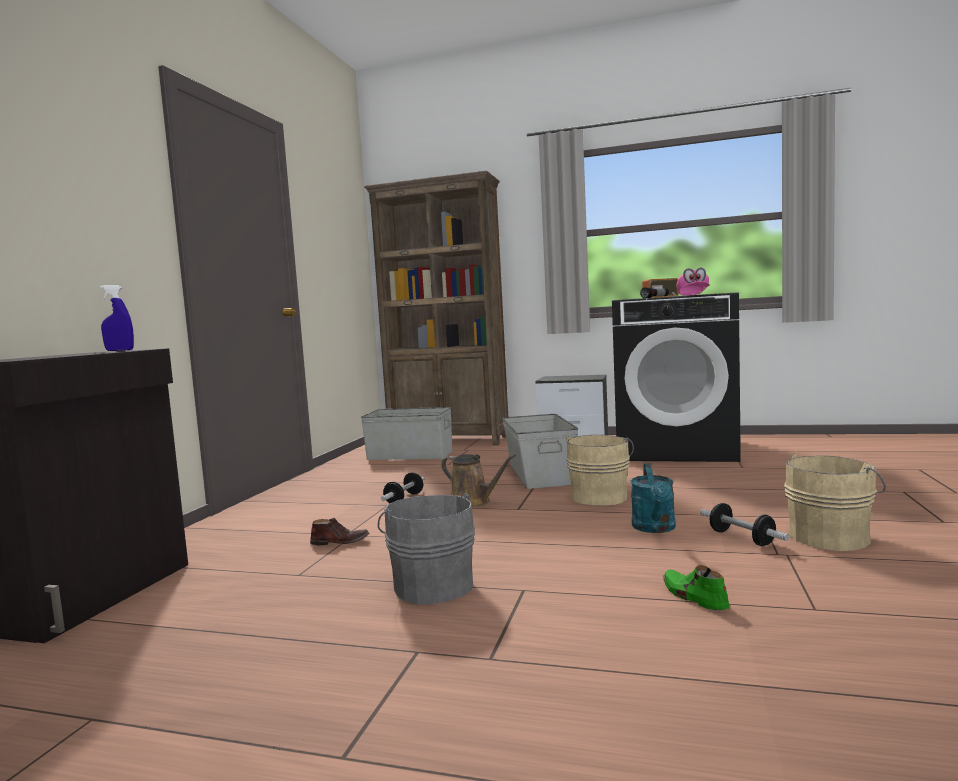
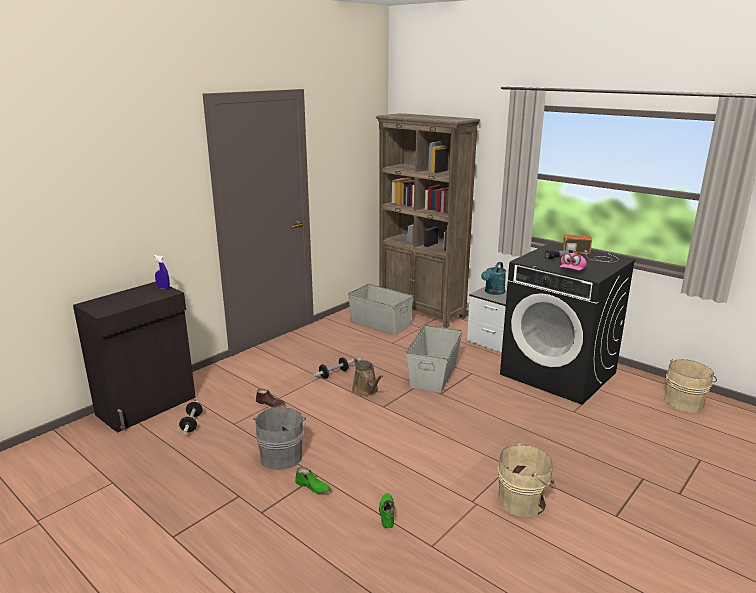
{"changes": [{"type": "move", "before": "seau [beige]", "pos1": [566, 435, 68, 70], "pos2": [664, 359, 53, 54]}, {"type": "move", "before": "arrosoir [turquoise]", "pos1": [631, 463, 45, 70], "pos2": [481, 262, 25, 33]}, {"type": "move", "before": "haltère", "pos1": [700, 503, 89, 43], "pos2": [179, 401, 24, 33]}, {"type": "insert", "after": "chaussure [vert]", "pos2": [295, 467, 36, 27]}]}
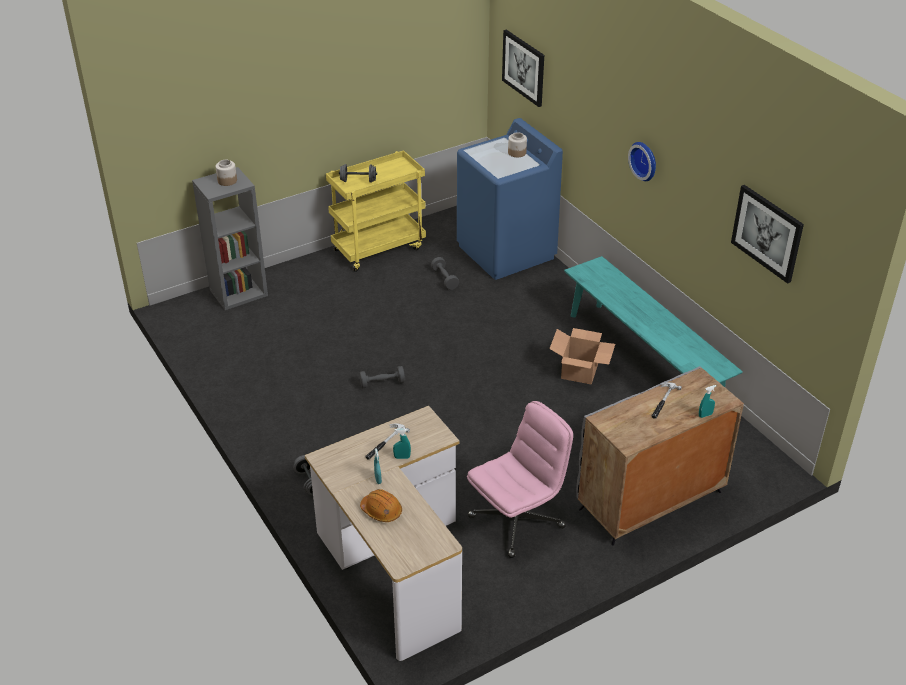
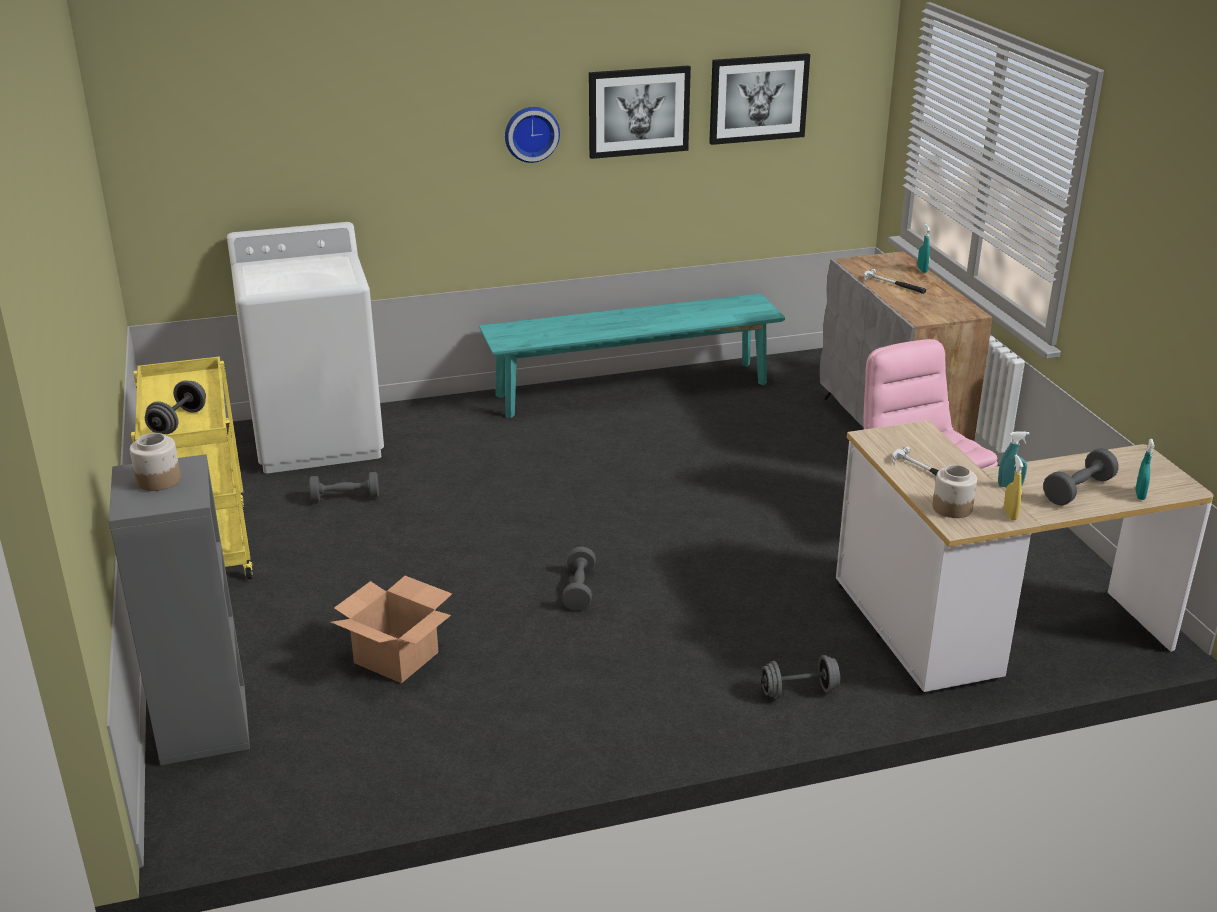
{"changes": [{"type": "move", "before": "tableau", "pos1": [502, 30, 42, 77], "pos2": [589, 65, 102, 94]}, {"type": "recolor", "before": "lave-linge [bleu]", "after": "lave-linge [blanc]", "pos1": [457, 118, 106, 162], "pos2": [227, 222, 157, 251]}, {"type": "move", "before": "bocal", "pos1": [508, 132, 19, 25], "pos2": [933, 465, 44, 53]}, {"type": "move", "before": "carton", "pos1": [549, 328, 66, 57], "pos2": [331, 576, 121, 107]}, {"type": "move", "before": "vaporisateur [turquoise]", "pos1": [393, 429, 18, 30], "pos2": [1135, 439, 19, 61]}, {"type": "replace", "before": "casque de chantier [orange]", "after": "haltère [gris]", "pos1": [360, 489, 42, 33], "pos2": [1043, 448, 76, 58]}, {"type": "insert", "after": "vaporisateur [jaune]", "pos2": [1004, 454, 20, 66]}]}
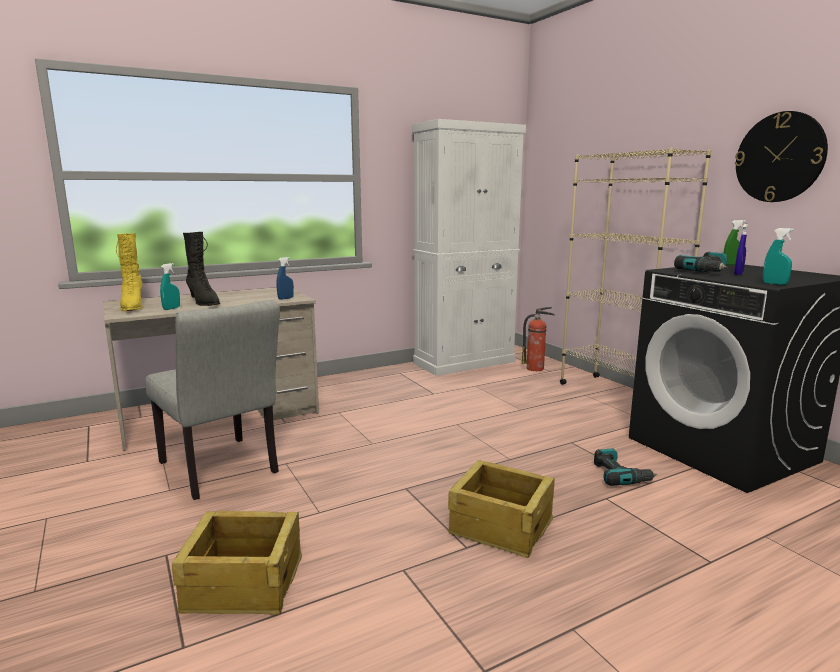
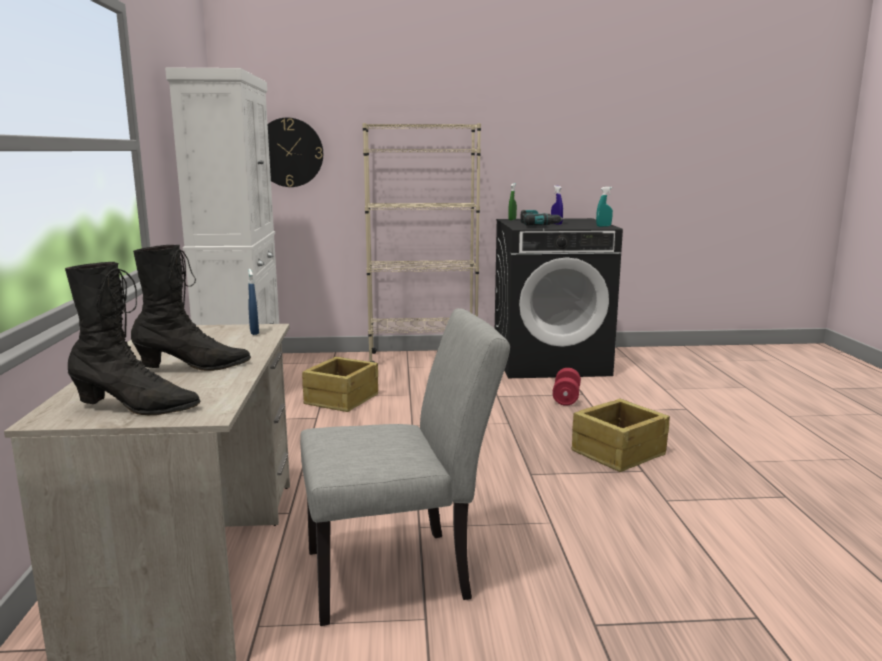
{"changes": [{"type": "move", "before": "horloge murale", "pos1": [735, 111, 93, 91], "pos2": [268, 118, 55, 69]}, {"type": "recolor", "before": "botte [jaune]", "after": "botte [noir]", "pos1": [116, 233, 27, 78], "pos2": [65, 262, 136, 153]}, {"type": "delete", "before": "vaporisateur [turquoise]", "pos1": [160, 263, 20, 47]}, {"type": "delete", "before": "extincteur", "pos1": [522, 307, 33, 64]}, {"type": "replace", "before": "perceuse", "after": "haltère [rouge]", "pos1": [594, 448, 63, 38], "pos2": [552, 368, 29, 38]}, {"type": "move", "before": "caisse", "pos1": [172, 511, 130, 104], "pos2": [302, 356, 76, 56]}]}
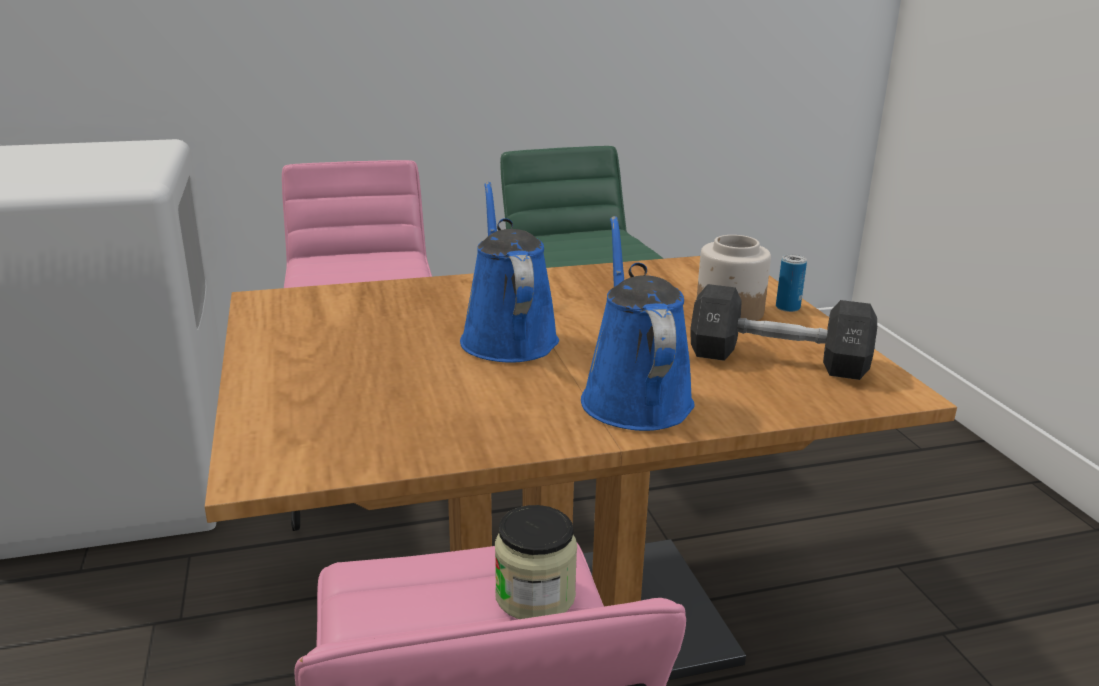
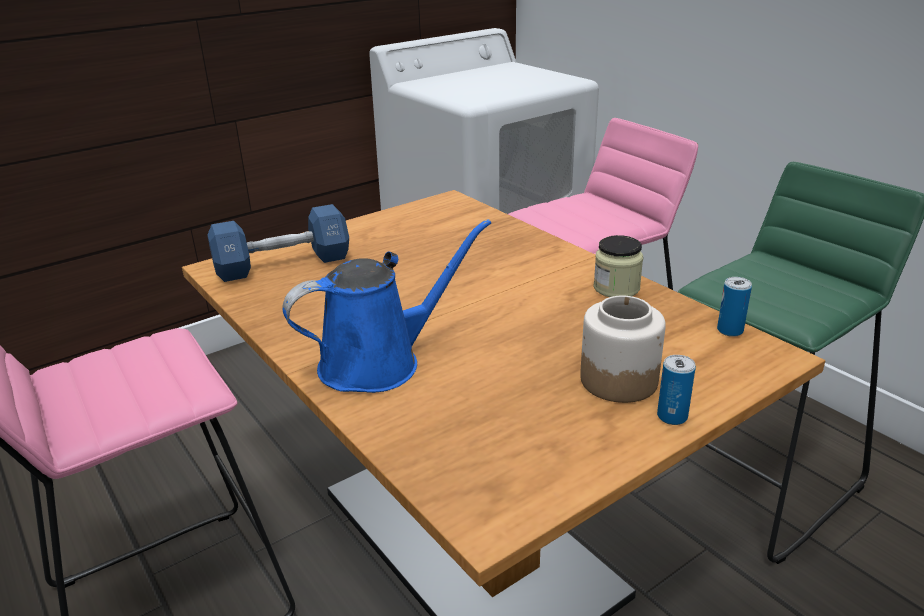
{"changes": [{"type": "delete", "before": "arrosoir [bleu]", "pos1": [460, 182, 99, 181]}, {"type": "delete", "before": "haltère [noir]", "pos1": [690, 284, 187, 96]}, {"type": "move", "before": "bocal", "pos1": [495, 505, 82, 114], "pos2": [594, 235, 49, 62]}, {"type": "insert", "after": "haltère [bleu]", "pos2": [207, 204, 142, 78]}, {"type": "insert", "after": "boîte métallique", "pos2": [717, 277, 35, 60]}]}
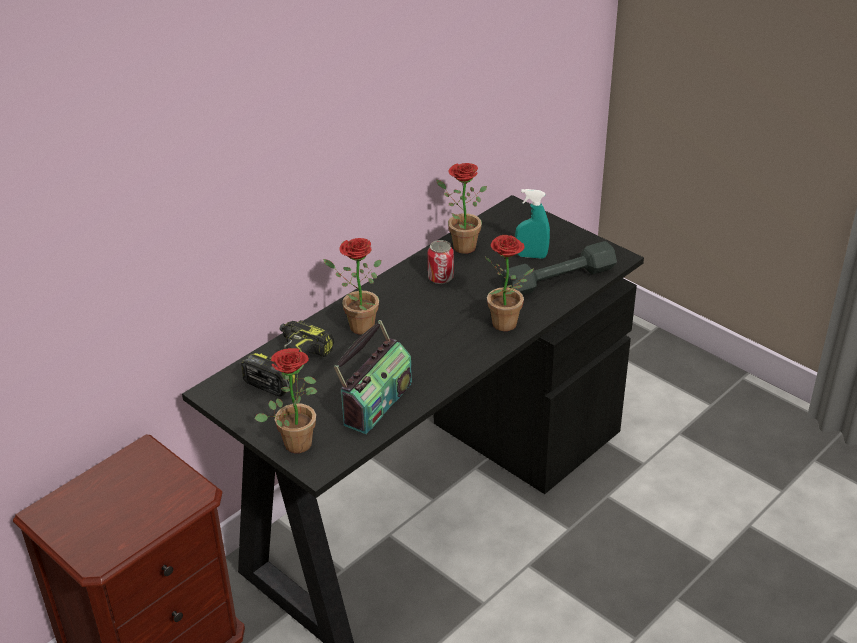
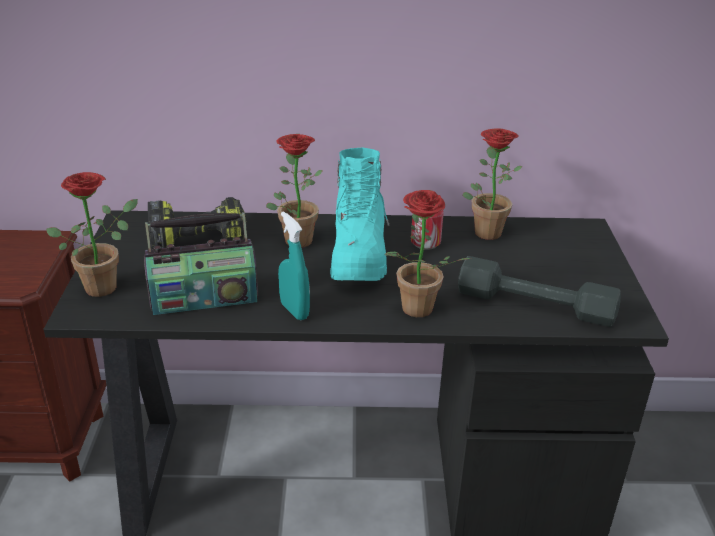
{"changes": [{"type": "move", "before": "vaporisateur [turquoise]", "pos1": [515, 189, 35, 70], "pos2": [278, 211, 32, 109]}, {"type": "insert", "after": "botte [turquoise]", "pos2": [330, 148, 59, 133]}]}
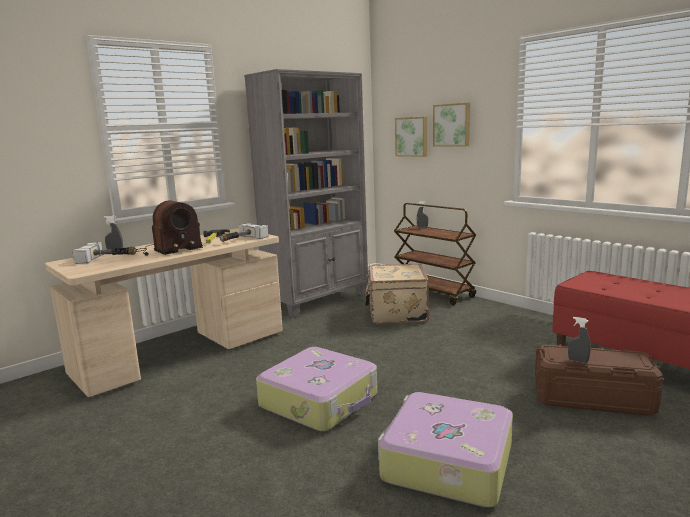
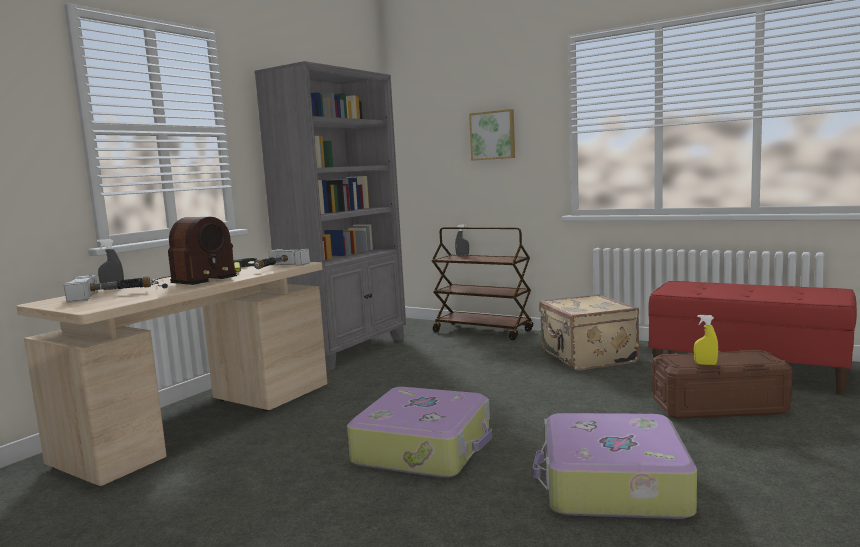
{"changes": [{"type": "delete", "before": "tableau", "pos1": [395, 117, 32, 40]}, {"type": "move", "before": "valise [beige]", "pos1": [365, 263, 64, 61], "pos2": [539, 294, 100, 77]}, {"type": "recolor", "before": "vaporisateur [gris]", "after": "vaporisateur [jaune]", "pos1": [568, 317, 23, 46], "pos2": [694, 315, 24, 50]}]}
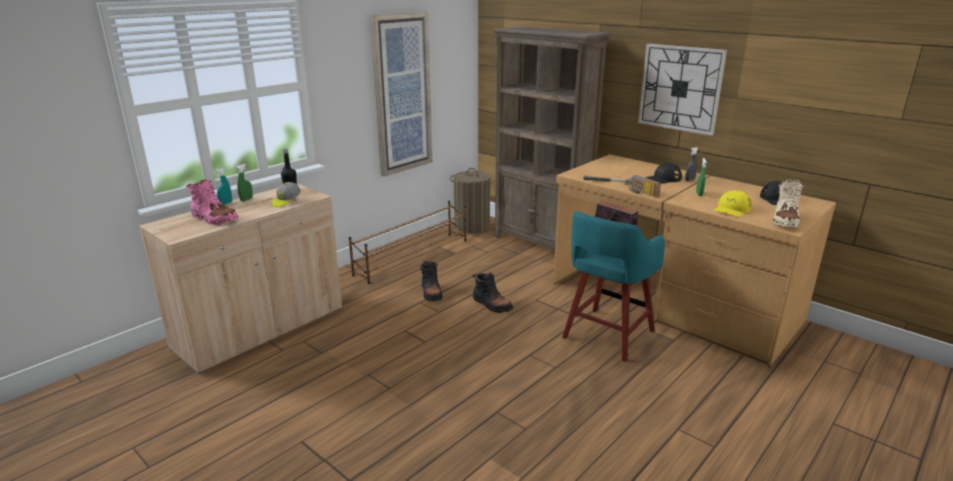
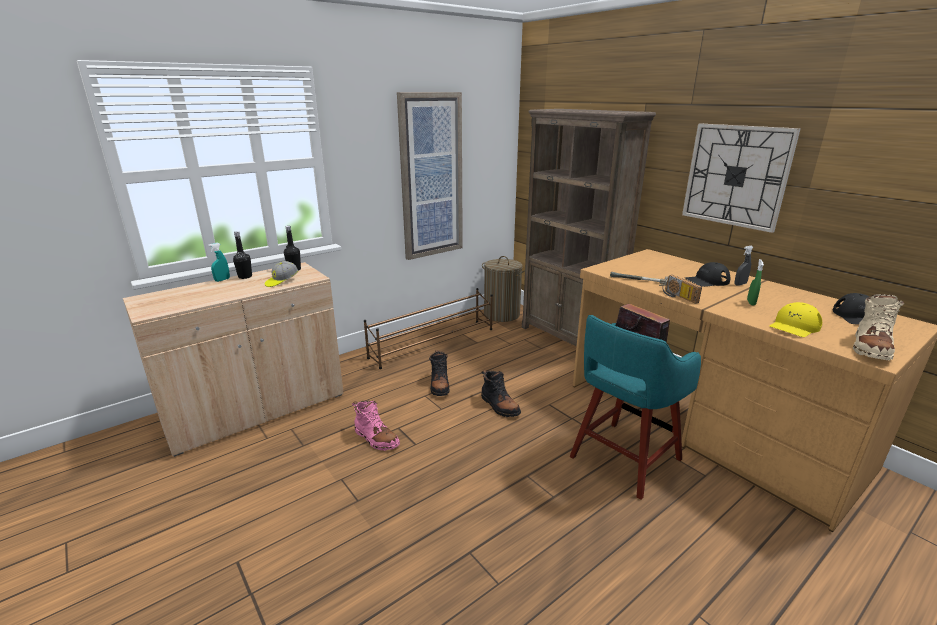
{"changes": [{"type": "replace", "before": "vaporisateur [vert]", "after": "bouteille [noir]", "pos1": [237, 164, 16, 37], "pos2": [233, 231, 19, 48]}, {"type": "move", "before": "botte [rose]", "pos1": [186, 179, 53, 46], "pos2": [352, 401, 48, 50]}]}
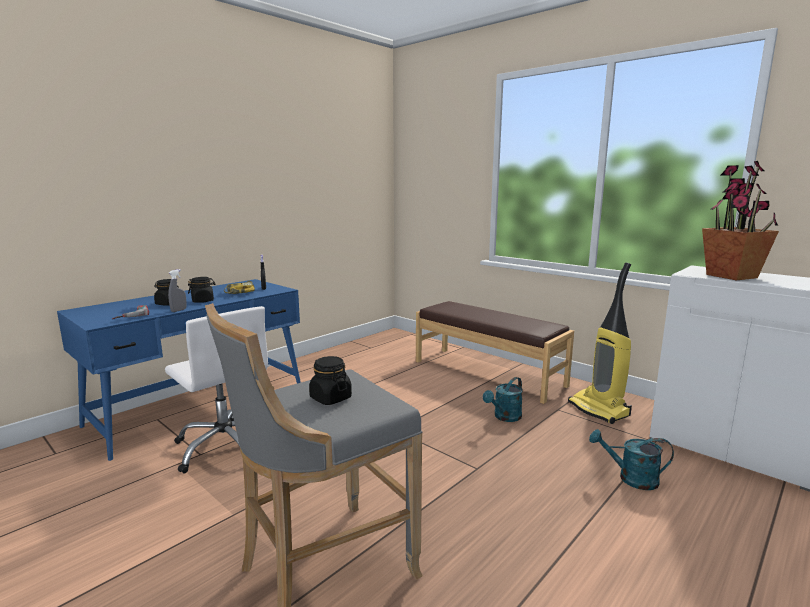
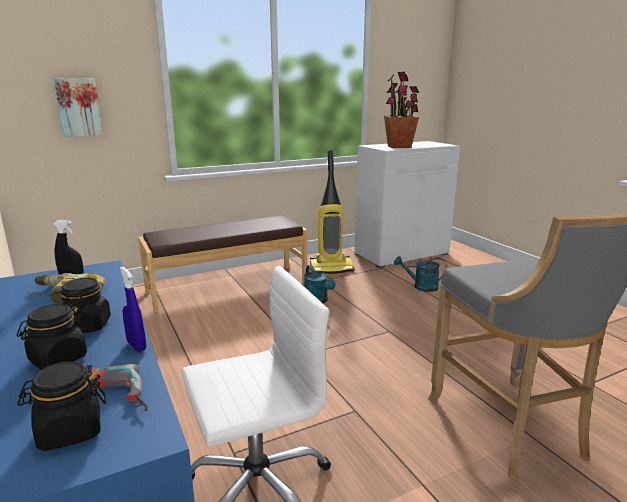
{"changes": [{"type": "recolor", "before": "vaporisateur [gris]", "after": "vaporisateur [bleu]", "pos1": [168, 269, 19, 43], "pos2": [120, 266, 26, 86]}, {"type": "move", "before": "bocal [noir]", "pos1": [309, 356, 43, 49], "pos2": [17, 361, 89, 90]}, {"type": "rotate", "before": "arrosoir [turquoise]", "pos1": [589, 429, 85, 61], "pos2": [394, 256, 52, 36], "turn": 60}, {"type": "insert", "after": "tableau", "pos2": [54, 78, 49, 59]}]}
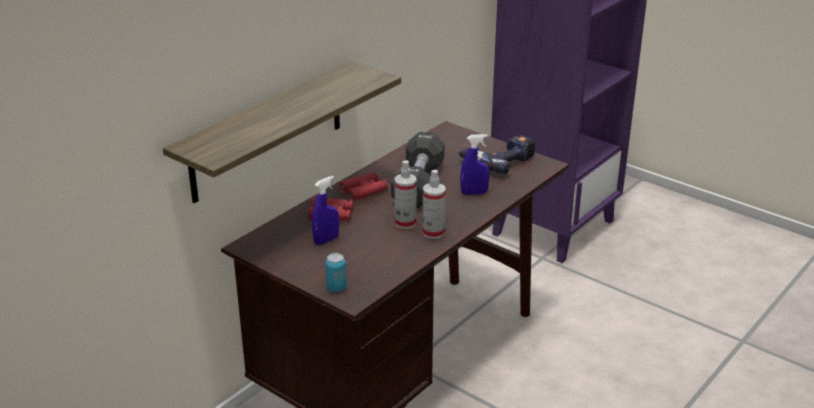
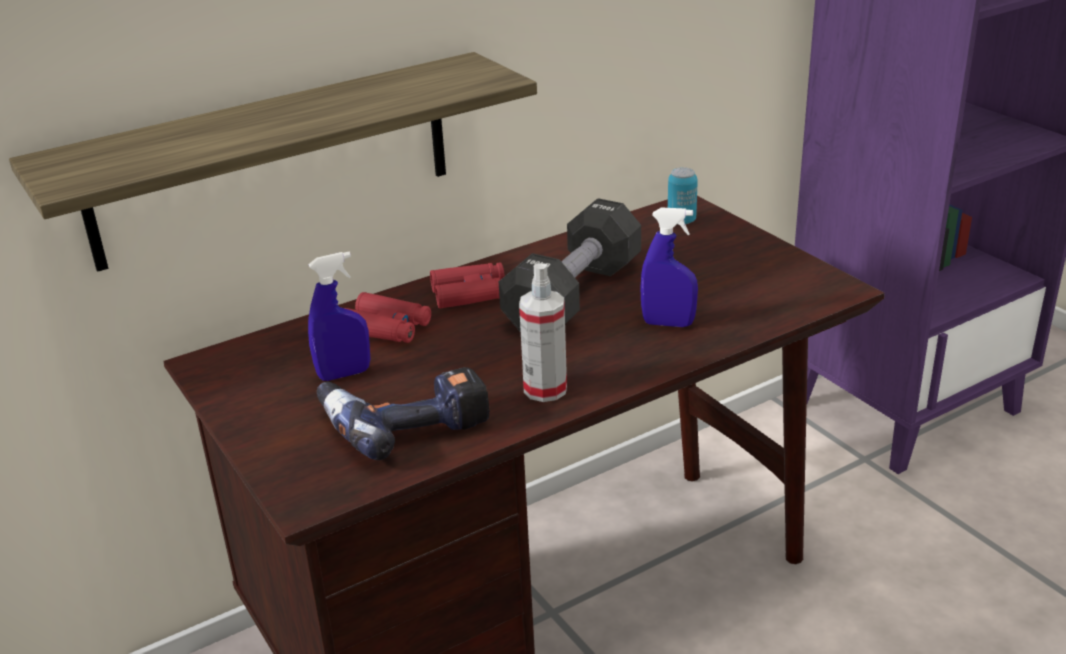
{"changes": [{"type": "move", "before": "perceuse", "pos1": [459, 135, 76, 39], "pos2": [317, 367, 173, 93]}, {"type": "delete", "before": "vaporisateur", "pos1": [395, 160, 22, 69]}, {"type": "move", "before": "boîte métallique", "pos1": [325, 253, 22, 39], "pos2": [668, 167, 30, 57]}]}
